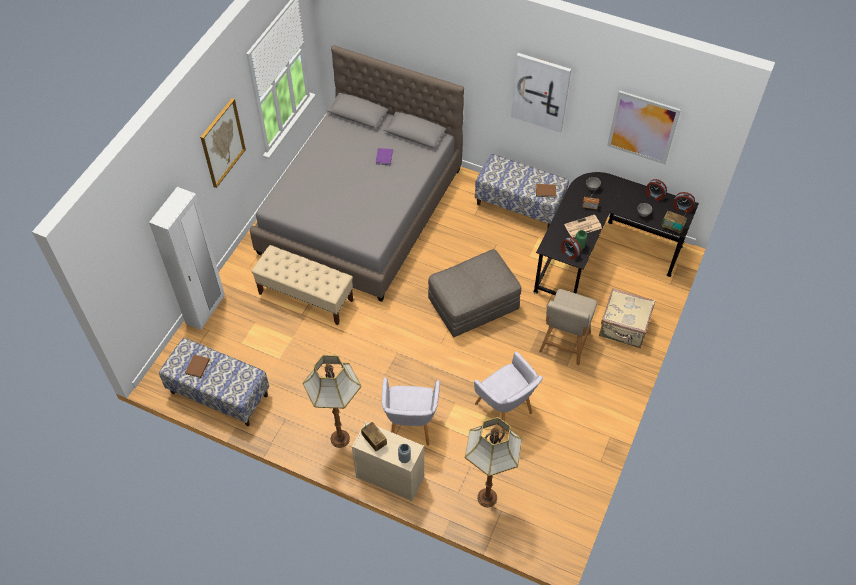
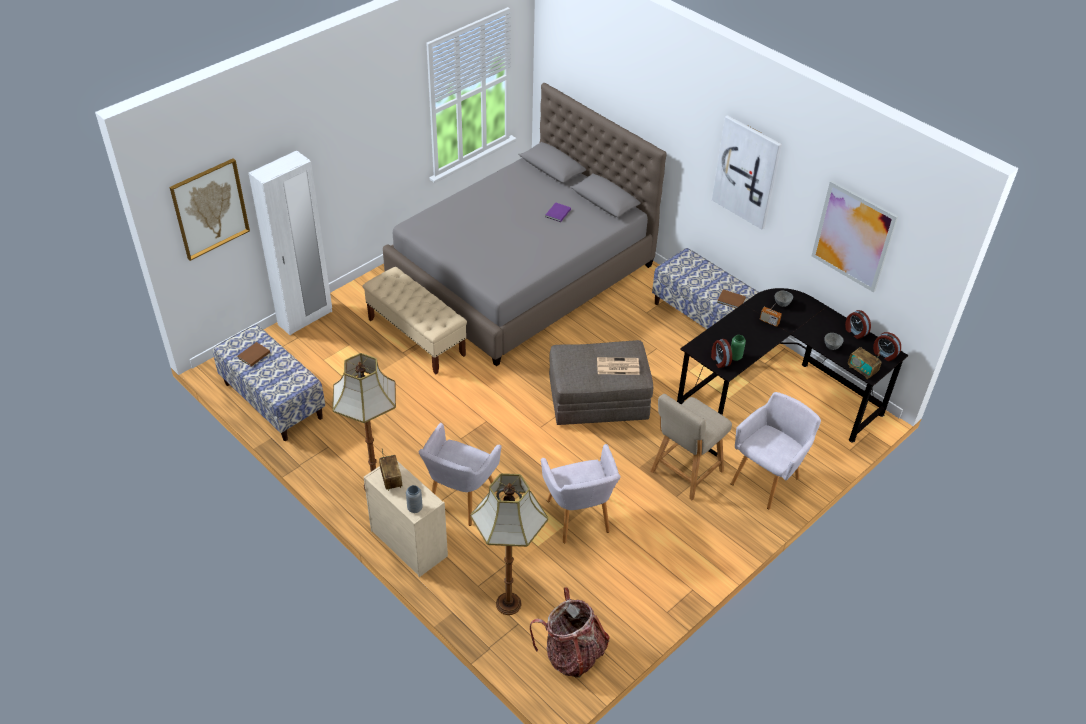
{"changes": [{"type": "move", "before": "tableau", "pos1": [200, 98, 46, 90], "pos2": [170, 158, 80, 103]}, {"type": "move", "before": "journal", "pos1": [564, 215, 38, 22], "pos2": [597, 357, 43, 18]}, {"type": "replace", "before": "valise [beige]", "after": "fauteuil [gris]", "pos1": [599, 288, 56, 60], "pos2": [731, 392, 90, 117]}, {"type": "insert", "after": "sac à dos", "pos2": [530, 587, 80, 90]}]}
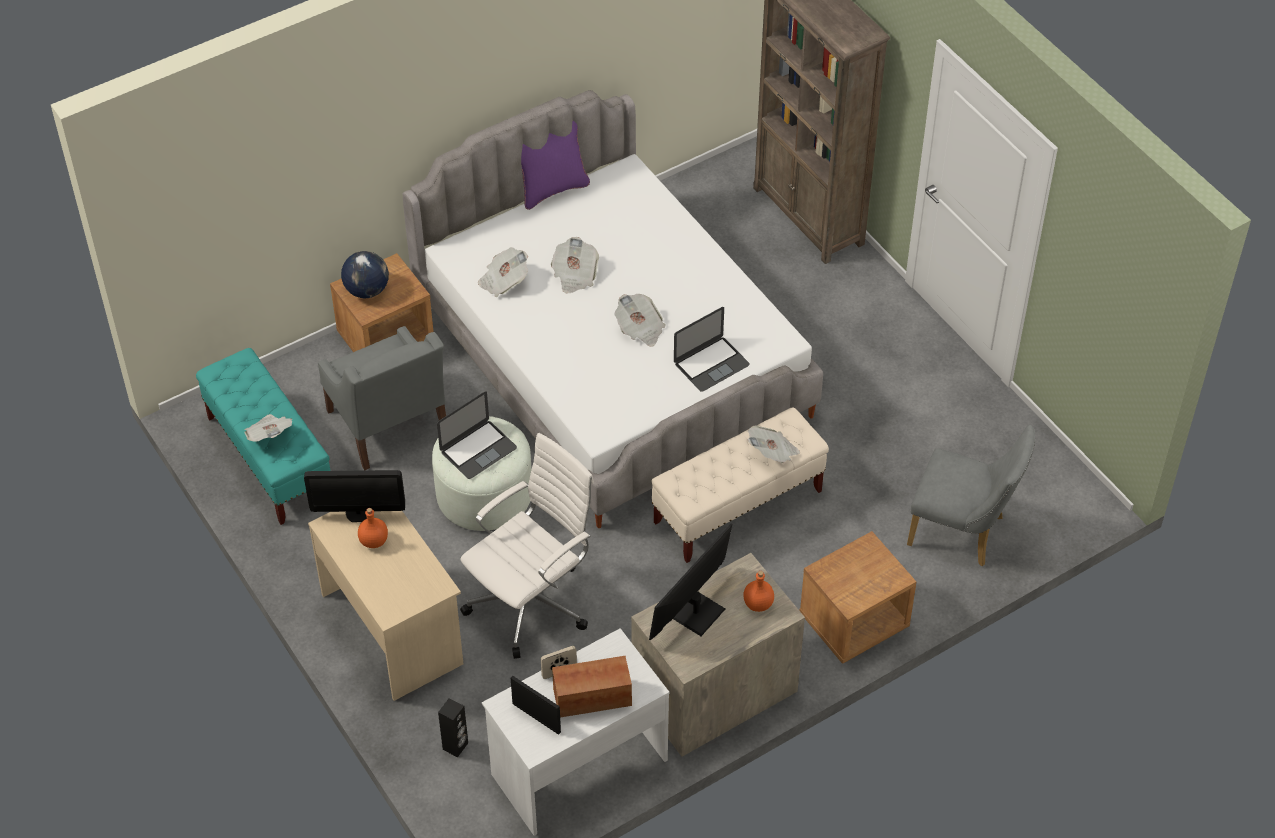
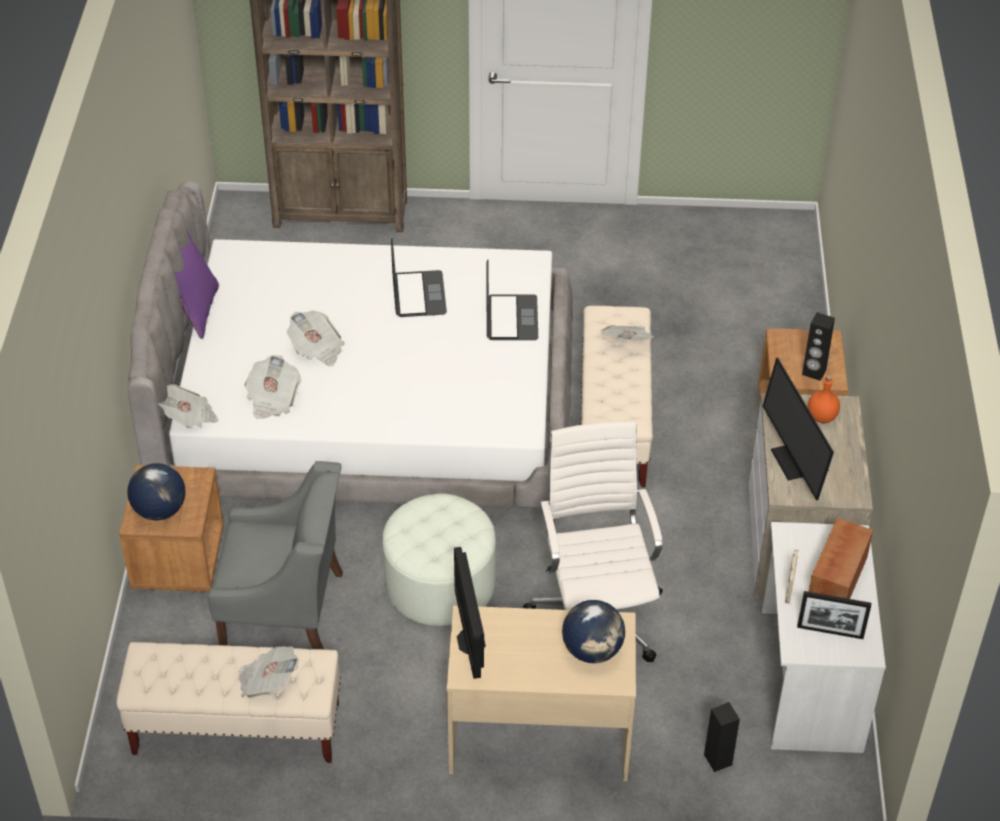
{"changes": [{"type": "move", "before": "journal", "pos1": [615, 294, 51, 53], "pos2": [158, 384, 61, 44]}, {"type": "recolor", "before": "banc [turquoise]", "after": "banc [beige]", "pos1": [196, 348, 134, 177], "pos2": [116, 642, 225, 121]}, {"type": "move", "before": "ordinateur portable", "pos1": [437, 391, 80, 88], "pos2": [391, 238, 56, 79]}, {"type": "delete", "before": "chaise [gris]", "pos1": [907, 425, 128, 141]}, {"type": "rotate", "before": "écran d'ordinateur", "pos1": [304, 470, 101, 52], "pos2": [454, 547, 32, 132], "turn": 135}, {"type": "delete", "before": "bouteille [orange]", "pos1": [358, 508, 30, 40]}, {"type": "rotate", "before": "cadre photo", "pos1": [511, 676, 50, 59], "pos2": [797, 591, 75, 48], "turn": -150}, {"type": "insert", "after": "enceinte [noir]", "pos2": [802, 312, 33, 69]}, {"type": "insert", "after": "globe", "pos2": [562, 600, 63, 63]}]}
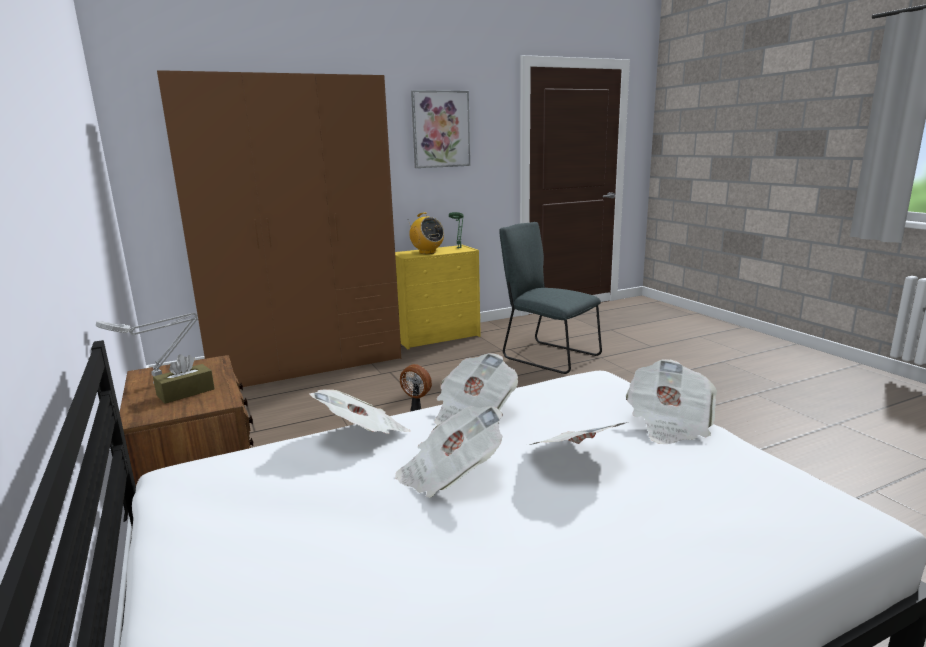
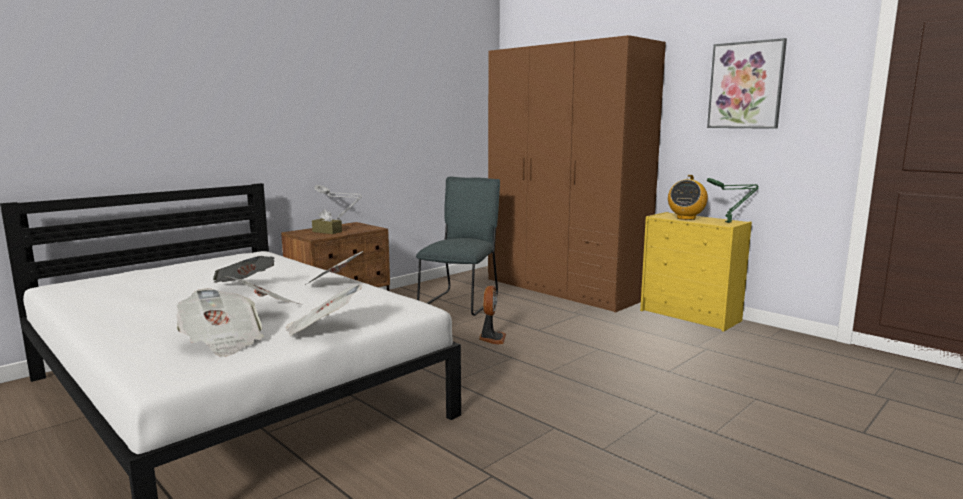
{"changes": [{"type": "move", "before": "chaise [gris]", "pos1": [499, 222, 103, 152], "pos2": [416, 177, 84, 139]}, {"type": "move", "before": "journal", "pos1": [309, 389, 102, 45], "pos2": [176, 288, 88, 69]}]}
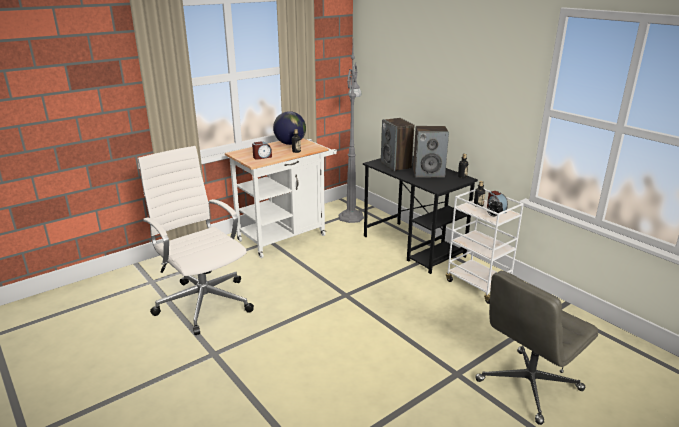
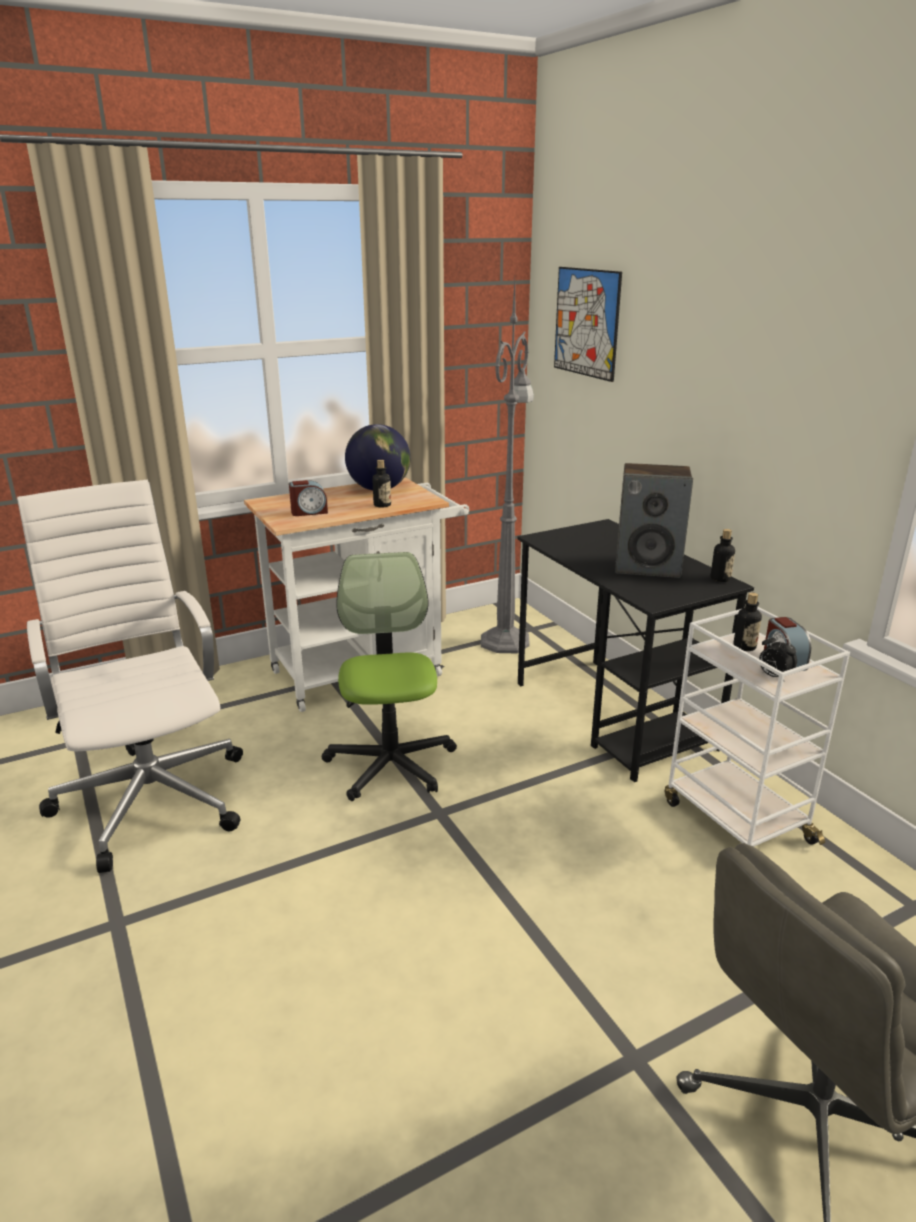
{"changes": [{"type": "delete", "before": "enceinte", "pos1": [381, 118, 33, 53]}, {"type": "insert", "after": "tableau", "pos2": [554, 267, 68, 115]}, {"type": "insert", "after": "chaise de bureau", "pos2": [322, 552, 135, 249]}]}
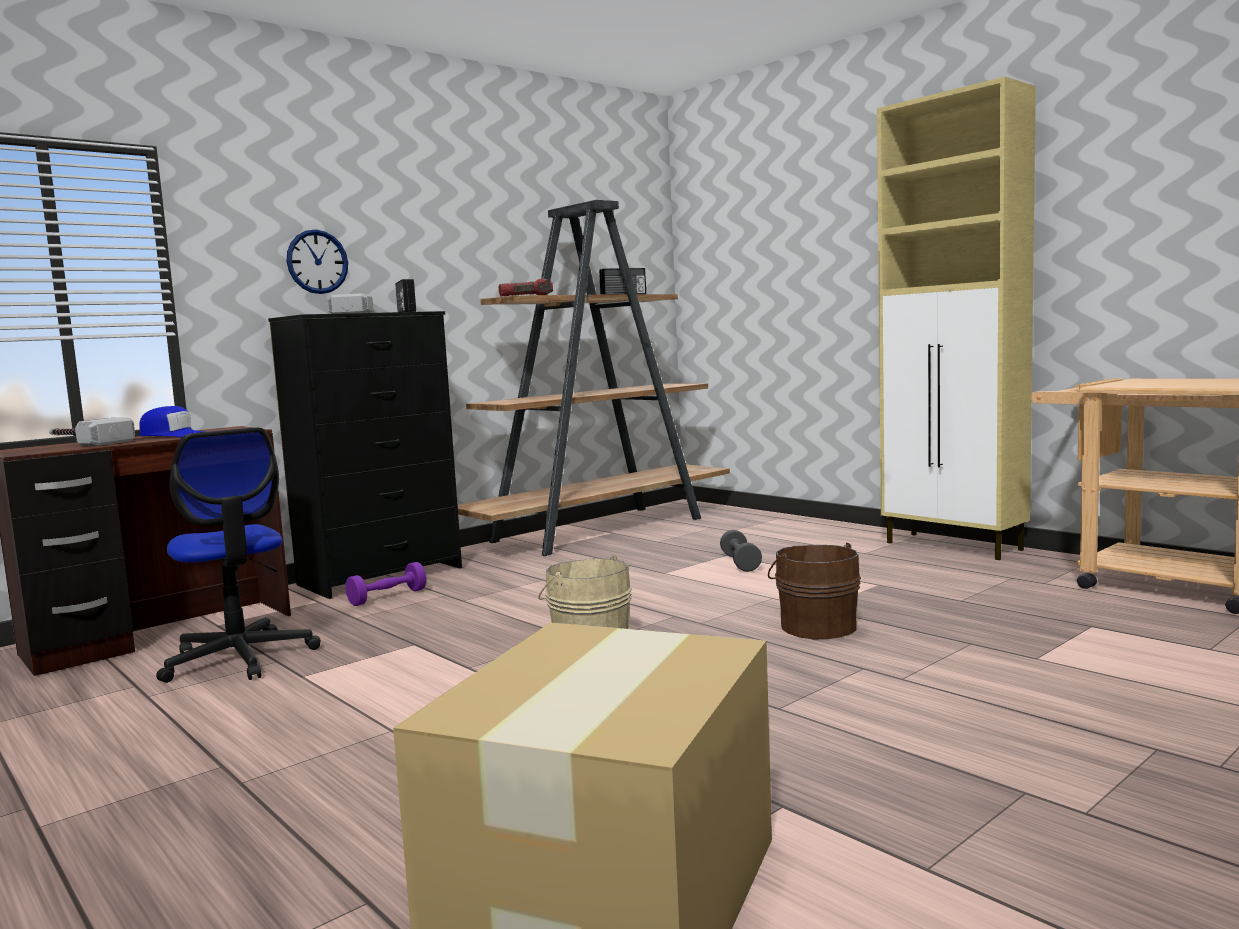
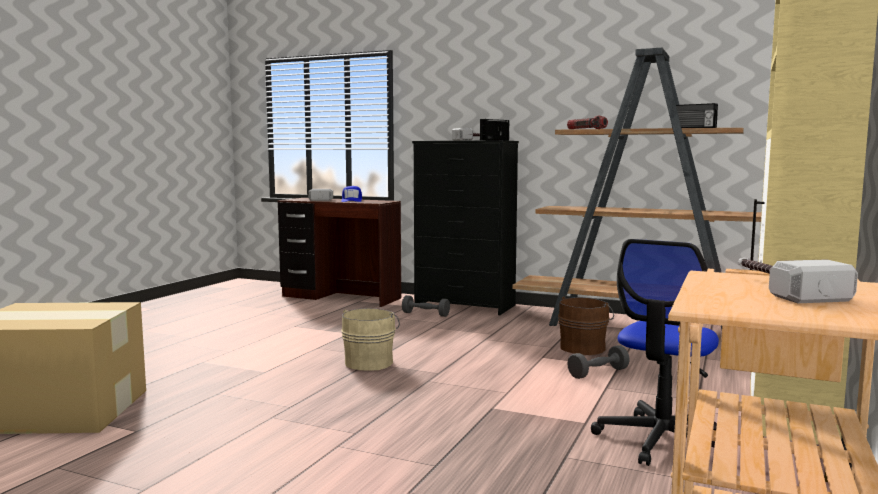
{"changes": [{"type": "delete", "before": "horloge murale", "pos1": [286, 229, 62, 65]}, {"type": "move", "before": "chaise de bureau", "pos1": [156, 427, 165, 256], "pos2": [591, 239, 128, 227]}, {"type": "move", "before": "seau [marron]", "pos1": [768, 543, 93, 96], "pos2": [558, 296, 56, 59]}, {"type": "recolor", "before": "haltère [violet]", "after": "haltère [gris]", "pos1": [346, 562, 81, 44], "pos2": [402, 295, 48, 22]}, {"type": "insert", "after": "marteau", "pos2": [738, 258, 120, 45]}]}
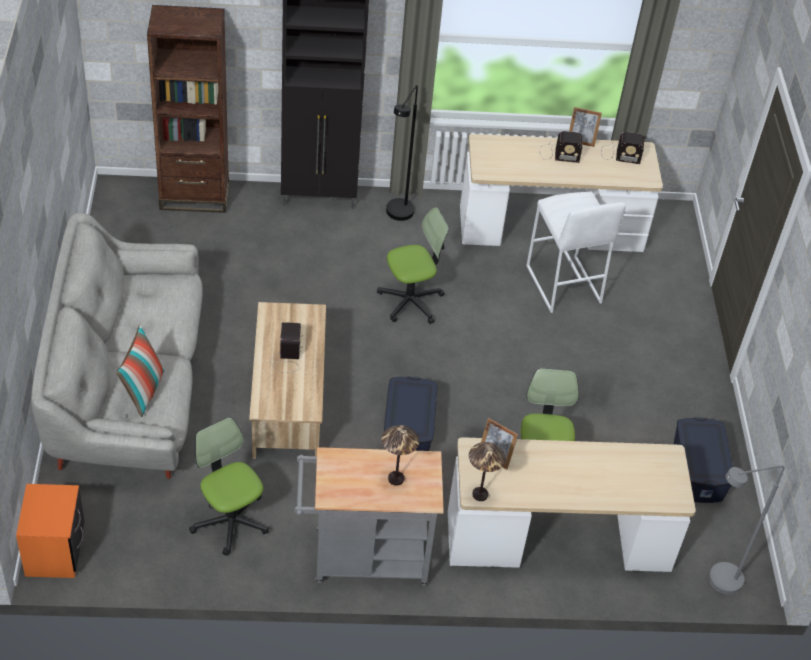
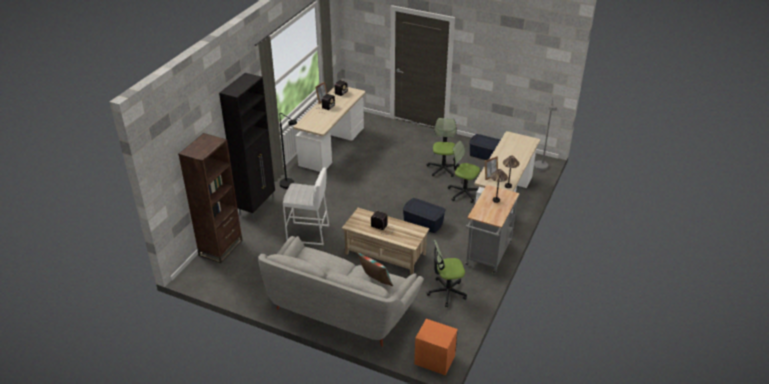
{"changes": [{"type": "move", "before": "tabouret [blanc]", "pos1": [526, 191, 100, 122], "pos2": [283, 168, 46, 77]}, {"type": "move", "before": "chaise de bureau", "pos1": [377, 207, 72, 117], "pos2": [427, 118, 33, 59]}]}
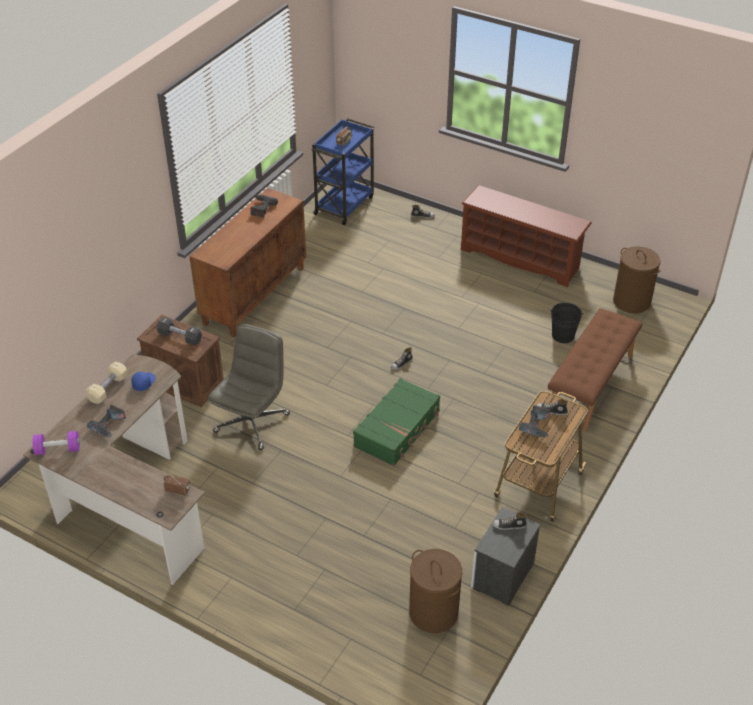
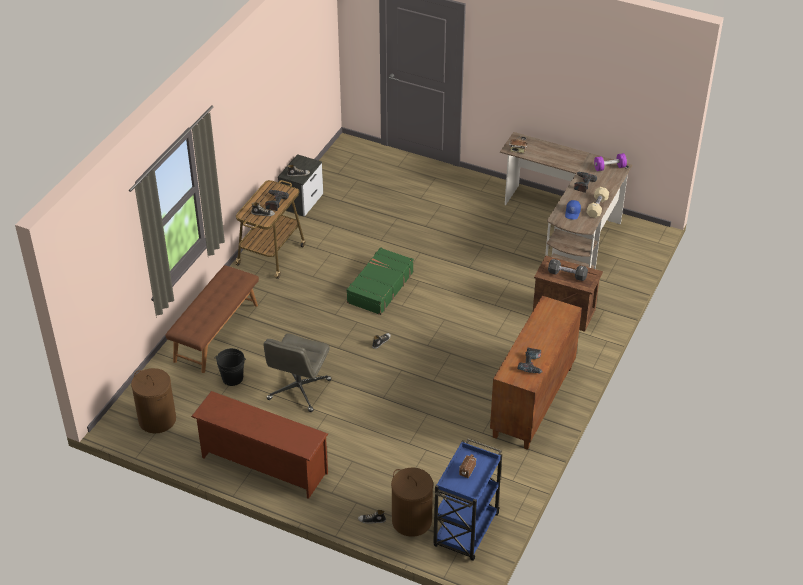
{"changes": [{"type": "move", "before": "chaise de bureau [gris]", "pos1": [208, 324, 82, 126], "pos2": [263, 333, 68, 79]}, {"type": "move", "before": "panier à linge [marron]", "pos1": [409, 549, 53, 84], "pos2": [391, 468, 42, 69]}]}
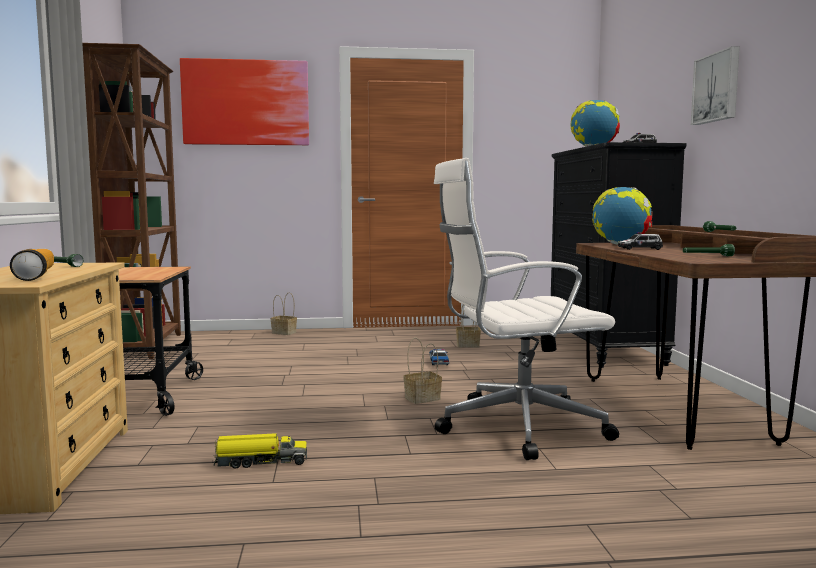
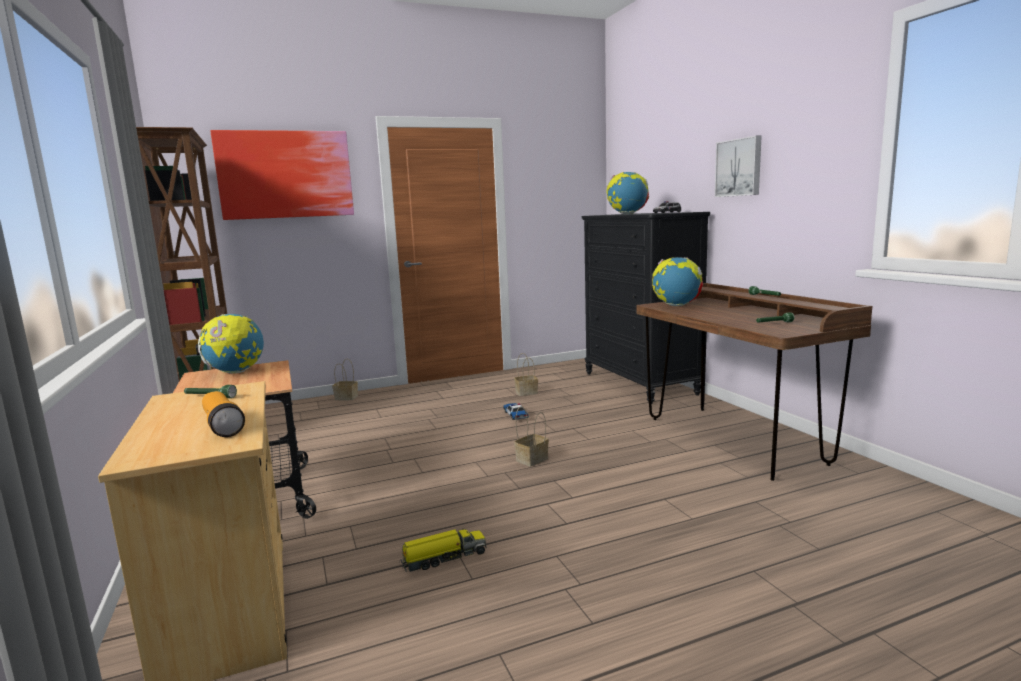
{"changes": [{"type": "delete", "before": "chaise de bureau [blanc]", "pos1": [434, 158, 185, 302]}, {"type": "delete", "before": "petite voiture", "pos1": [618, 232, 45, 18]}, {"type": "insert", "after": "globe", "pos2": [196, 314, 68, 60]}]}
